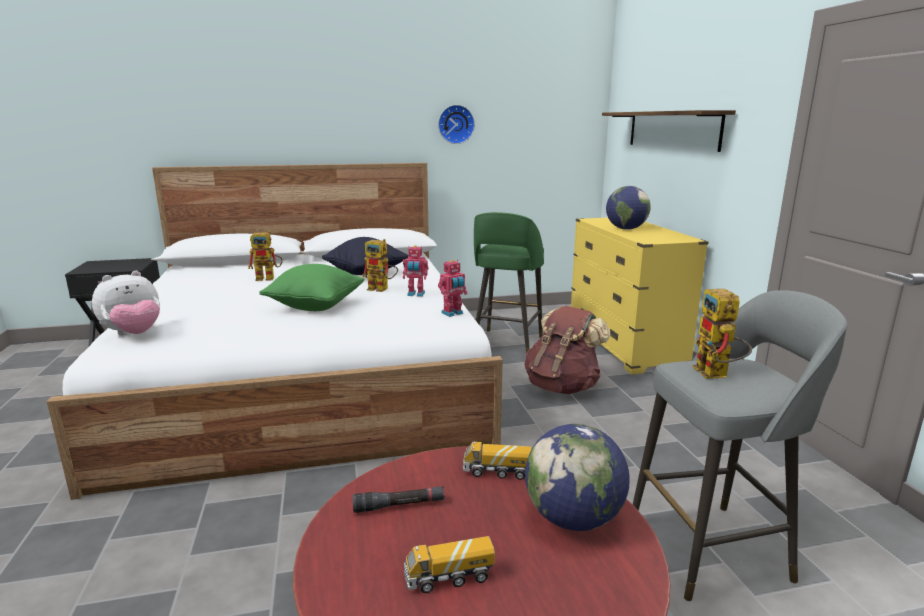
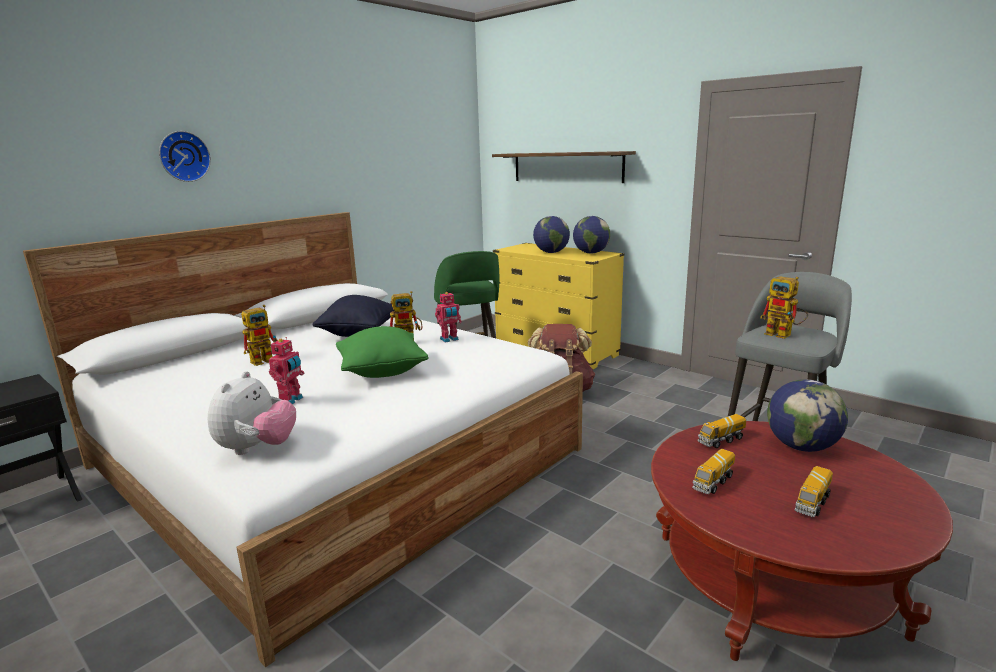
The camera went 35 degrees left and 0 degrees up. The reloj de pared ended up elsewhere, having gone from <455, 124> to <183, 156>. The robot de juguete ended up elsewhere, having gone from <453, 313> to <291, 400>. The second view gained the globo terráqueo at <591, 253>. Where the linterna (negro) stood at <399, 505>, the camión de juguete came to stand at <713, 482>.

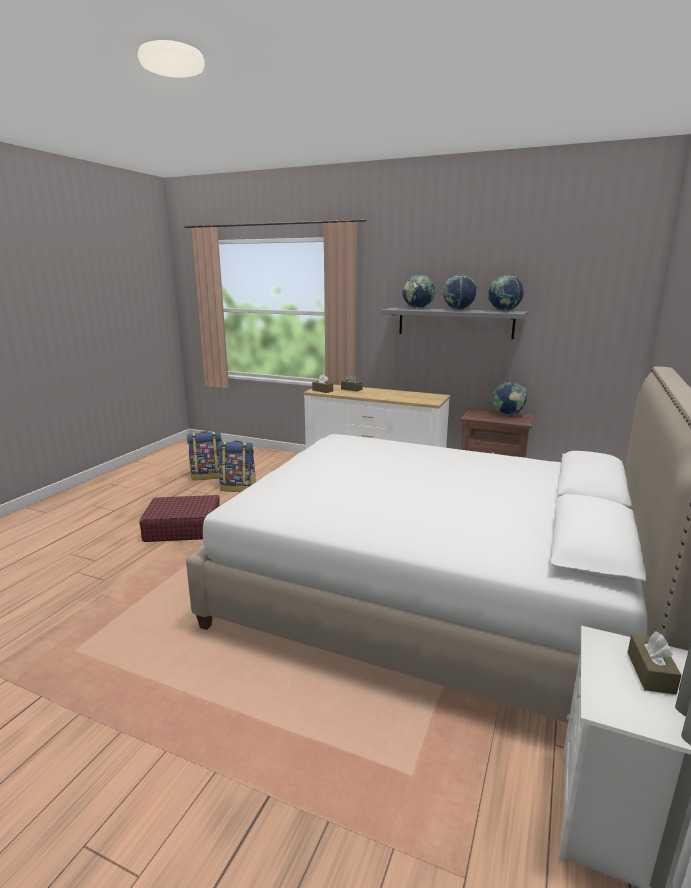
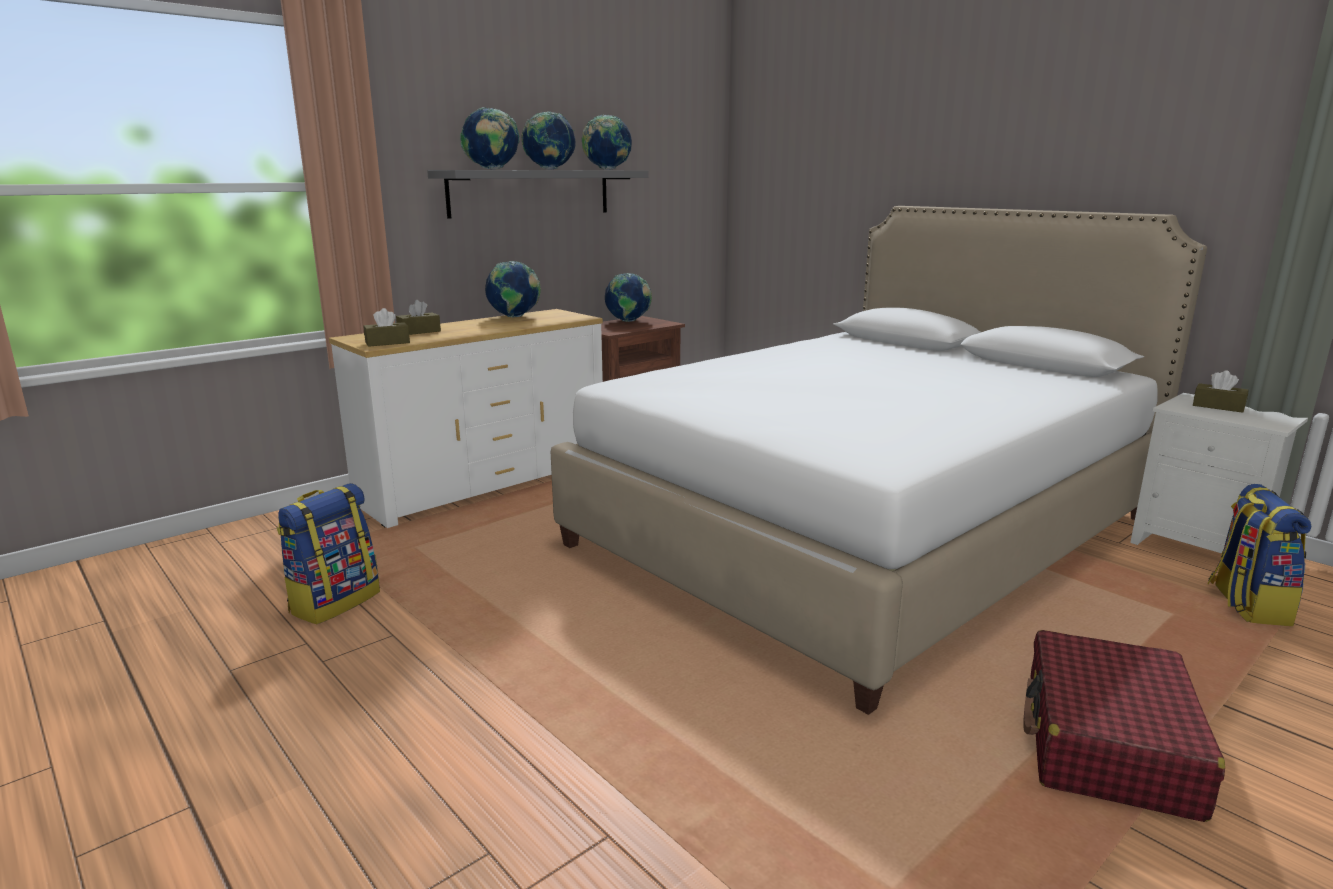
The camera went 65 degrees left and 0 degrees up. The second view gained the globo terráqueo at <514, 317>. The maleta (rojo) ended up elsewhere, having gone from <183, 528> to <1107, 744>. The mochila ended up elsewhere, having gone from <208, 476> to <1246, 605>.

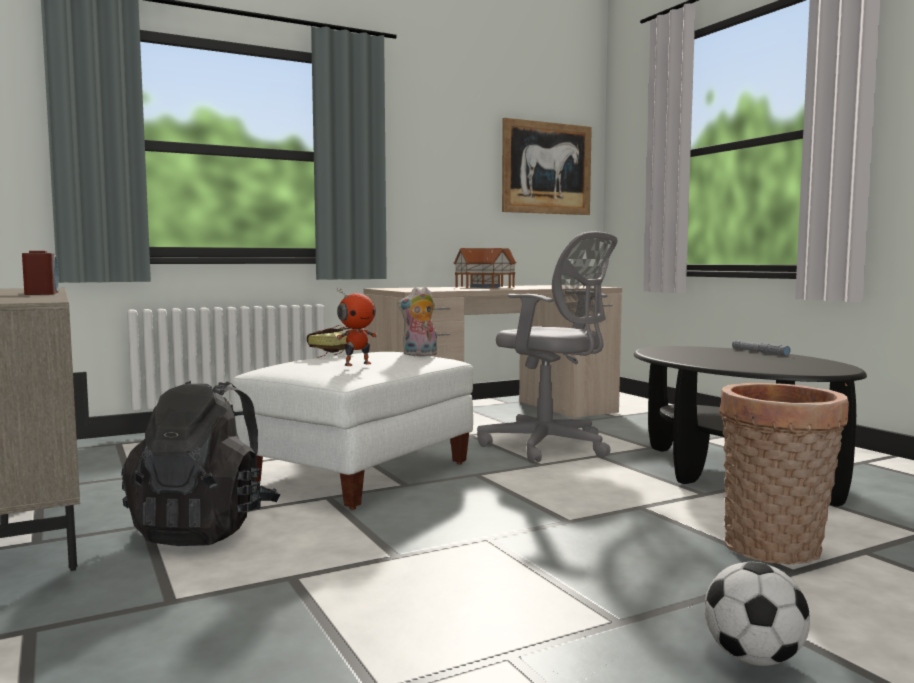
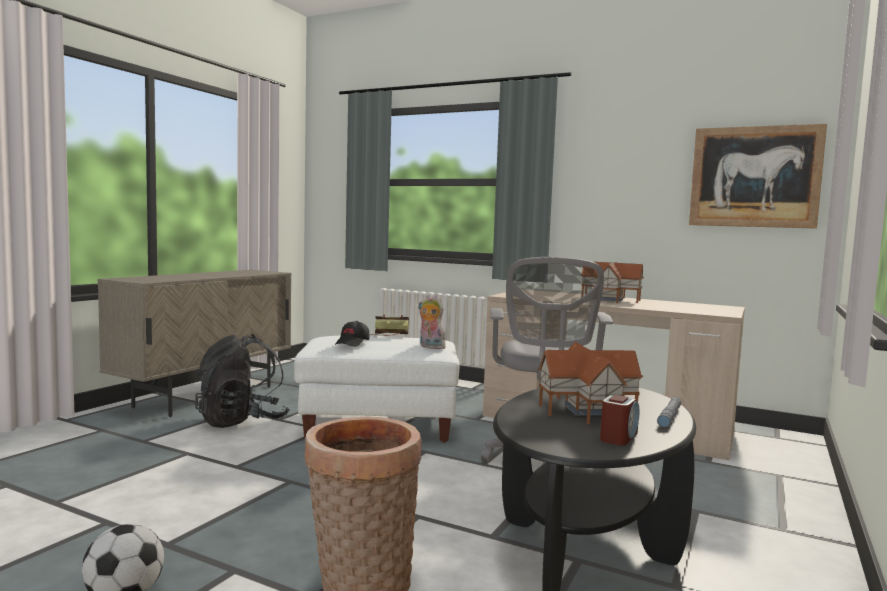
The camera went 55 degrees right and 0 degrees up. Where the robot de juguete stood at <357, 364>, the gorra (negro) came to stand at <352, 343>. The second view gained the casita at <585, 410>. The despertador ended up elsewhere, having gone from <42, 293> to <618, 437>.

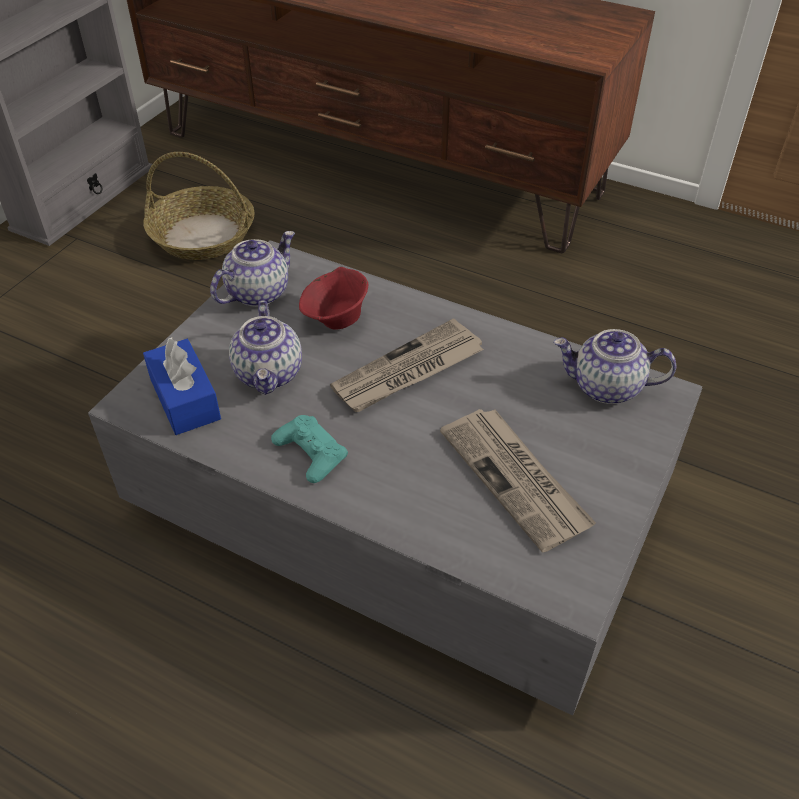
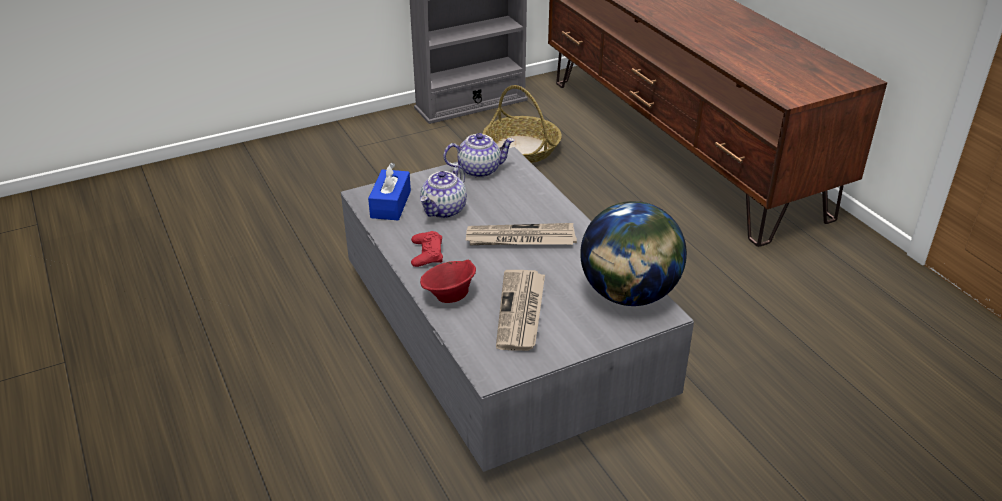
The camera went 35 degrees right and 10 degrees down. What was the mando de consola (turquesa) at <310, 453> turned into the mando de consola (rojo) at <427, 253>. The cuenco (rojo) ended up elsewhere, having gone from <336, 320> to <448, 296>. Where the tetera stood at <606, 387>, the globo terráqueo came to stand at <628, 294>.

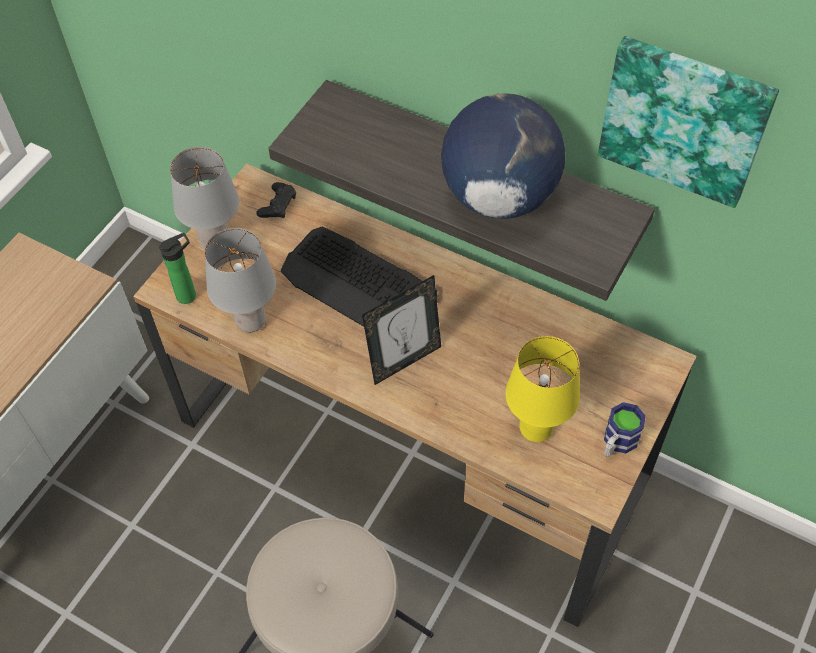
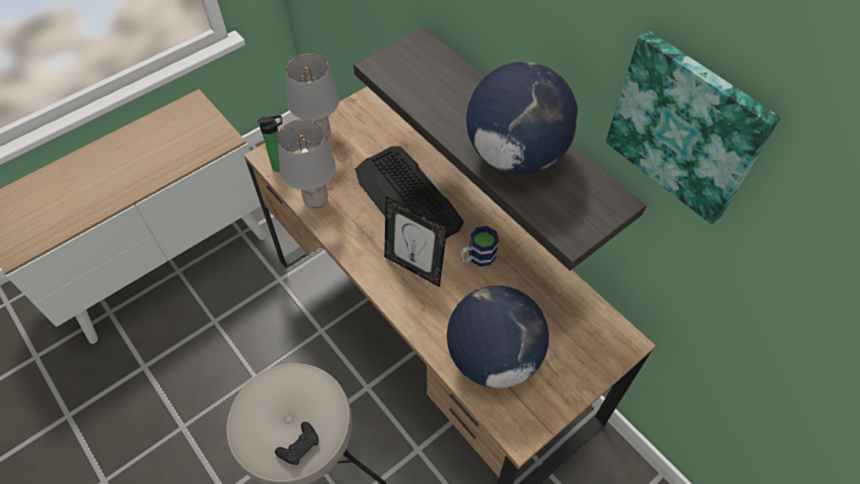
The camera went 20 degrees right and 0 degrees up. The mando de consola (negro) ended up elsewhere, having gone from <278, 205> to <299, 446>. The portarretratos at <404, 361> ended up facing another way, 45 degrees clockwise from before. Where the lámpara de mesa (amarillo) stood at <535, 428>, the globo terráqueo came to stand at <493, 357>. The taza grande ended up elsewhere, having gone from <617, 443> to <477, 257>.

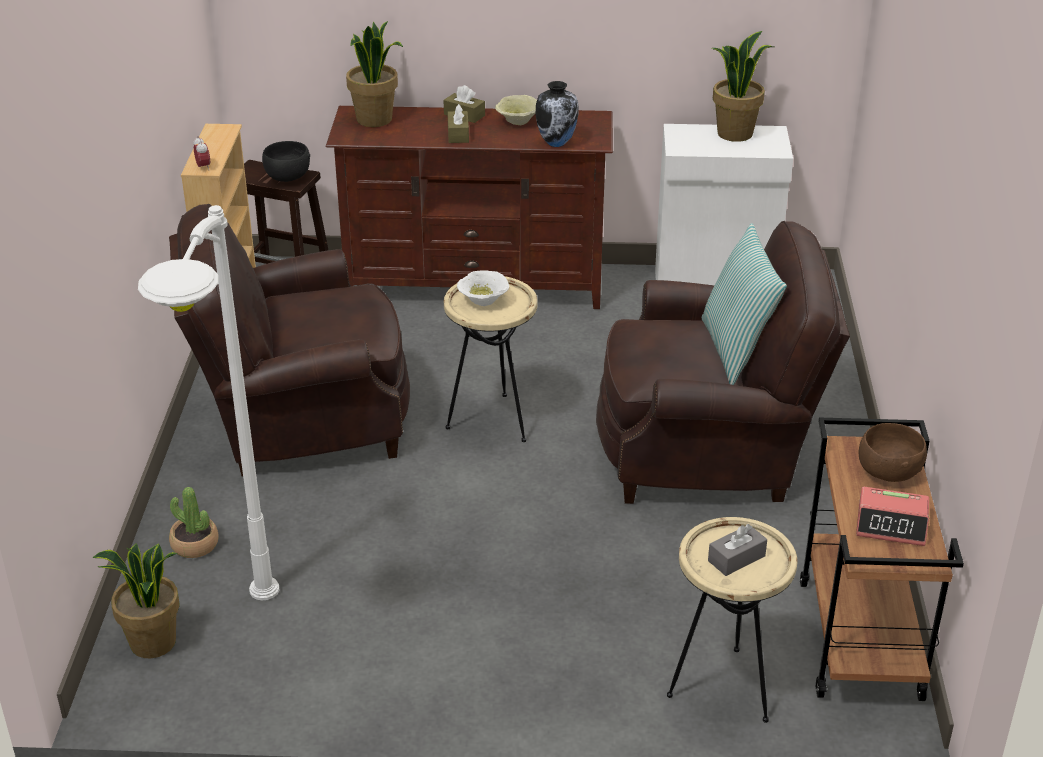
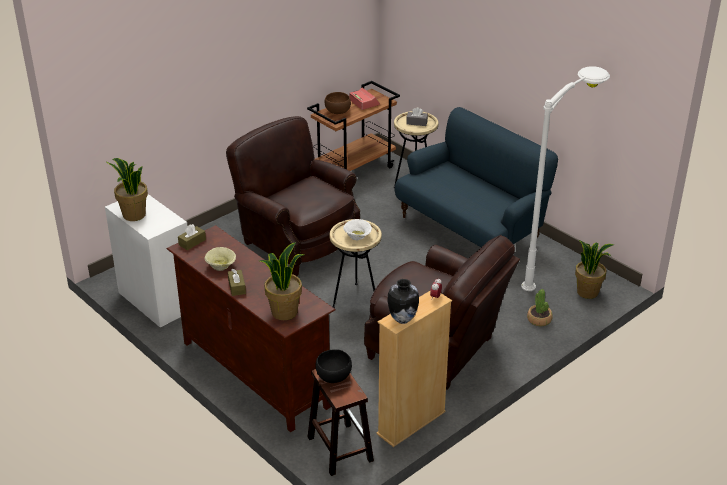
The camera went 135 degrees left and 0 degrees up. The caja de pañuelos (marrón) ended up elsewhere, having gone from <458, 134> to <192, 242>. The florero ended up elsewhere, having gone from <557, 143> to <402, 319>. The second view gained the sofá (azul) at <470, 229>. The second view lost the cojín at <737, 350>.

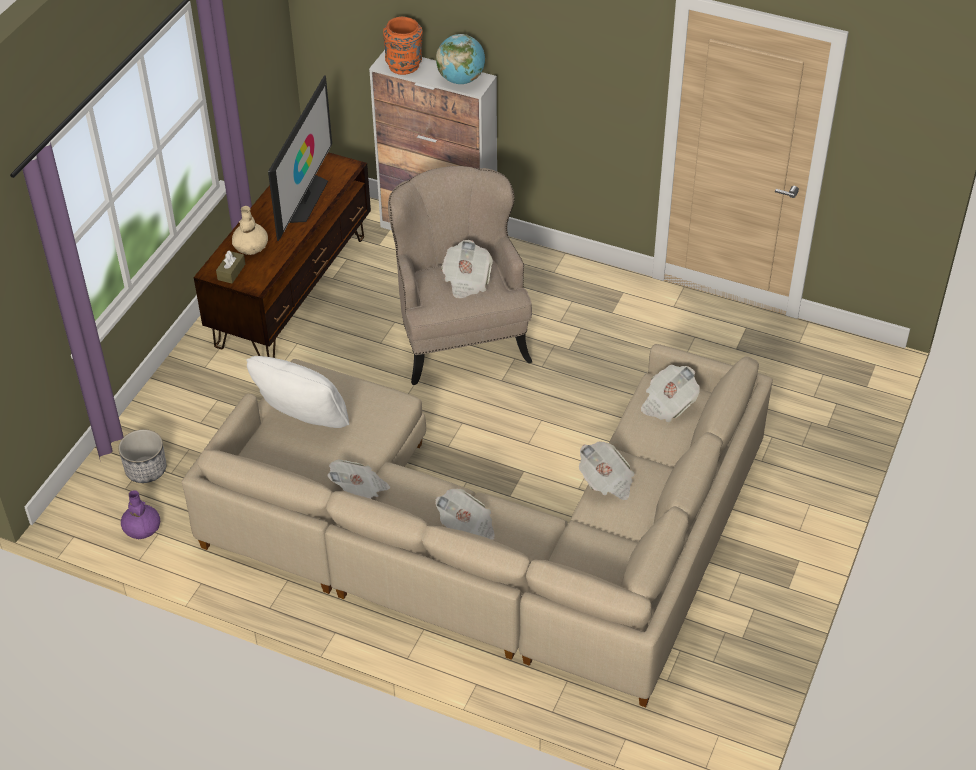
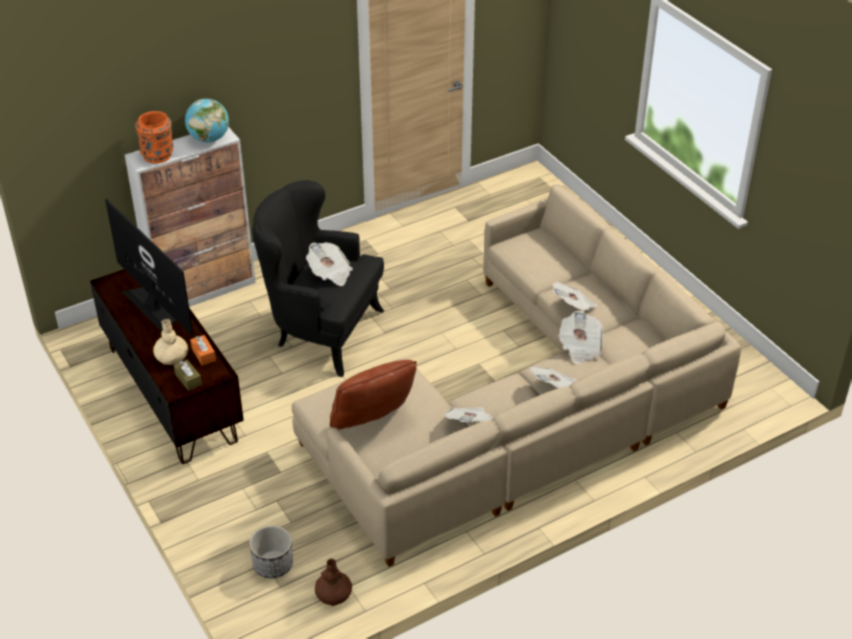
The camera went 55 degrees left and 5 degrees down. The second view gained the caja de pañuelos (naranja) at <203, 354>. What was the sillón (beis) at <460, 337> turned into the sillón (negro) at <321, 332>. What was the florero (morado) at <142, 528> turned into the florero (marrón) at <333, 594>. What was the cojín (blanco) at <302, 423> turned into the cojín (marrón) at <373, 423>. The periódico ended up elsewhere, having gone from <667, 404> to <580, 347>.

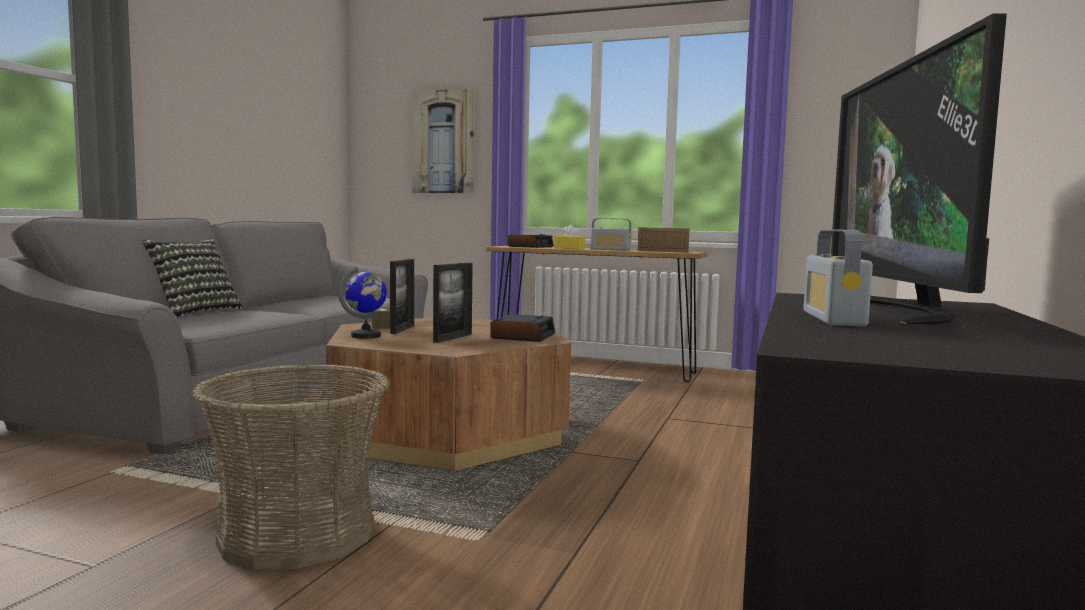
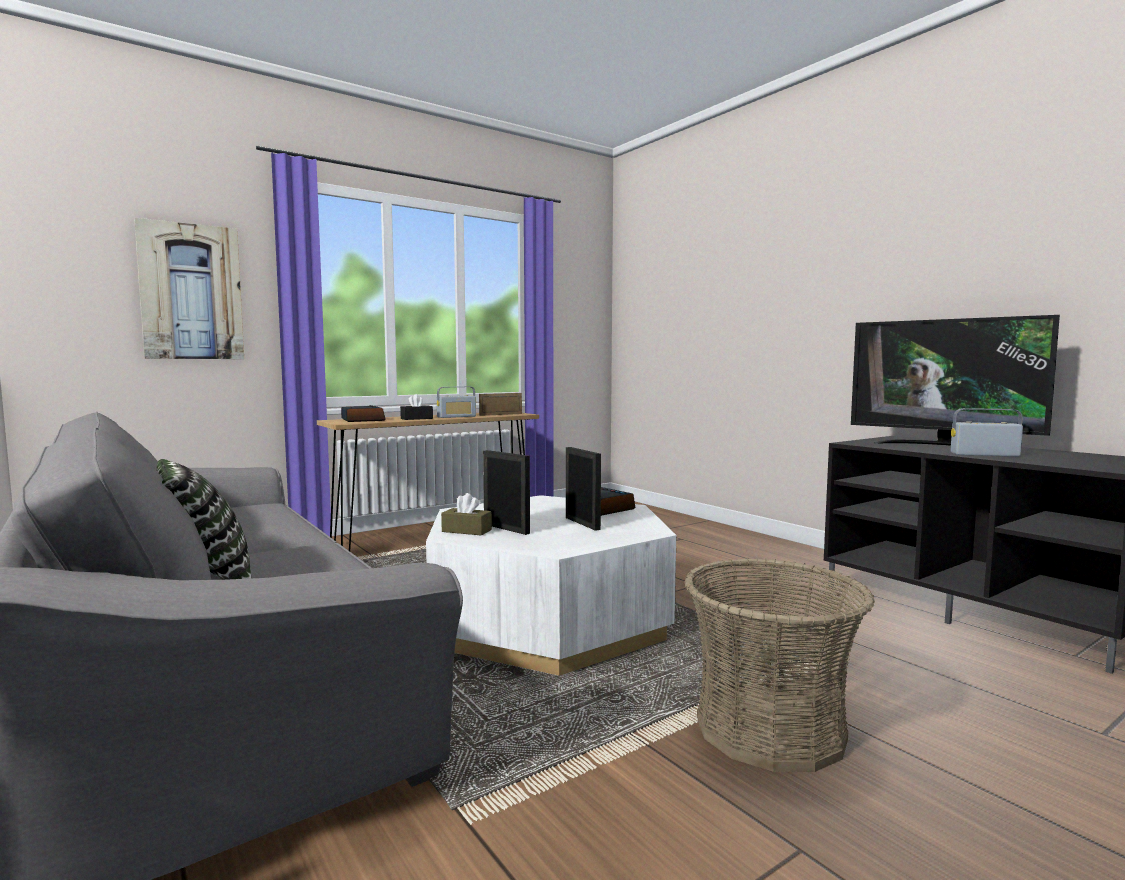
The camera went 55 degrees left and 0 degrees up. What was the caja de pañuelos (amarillo) at <569, 248> turned into the caja de pañuelos (negro) at <416, 418>. What was the mesa de centro (marrón) at <448, 431> turned into the mesa de centro (blanco) at <548, 620>. The radio at <833, 318> ended up facing another way, 150 degrees clockwise from before. The second view lost the globo terráqueo at <366, 336>.

